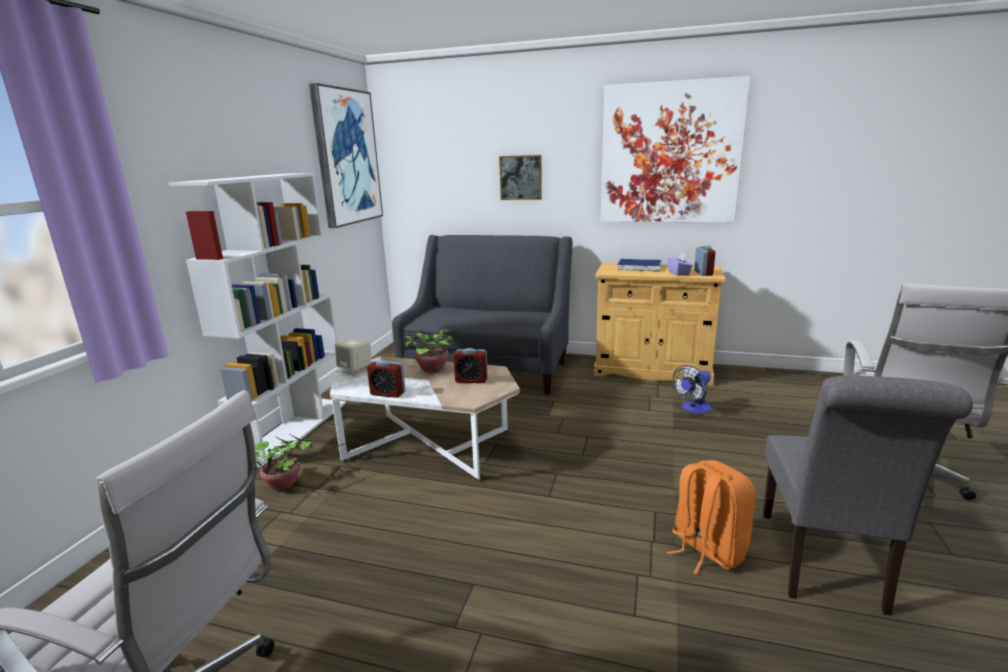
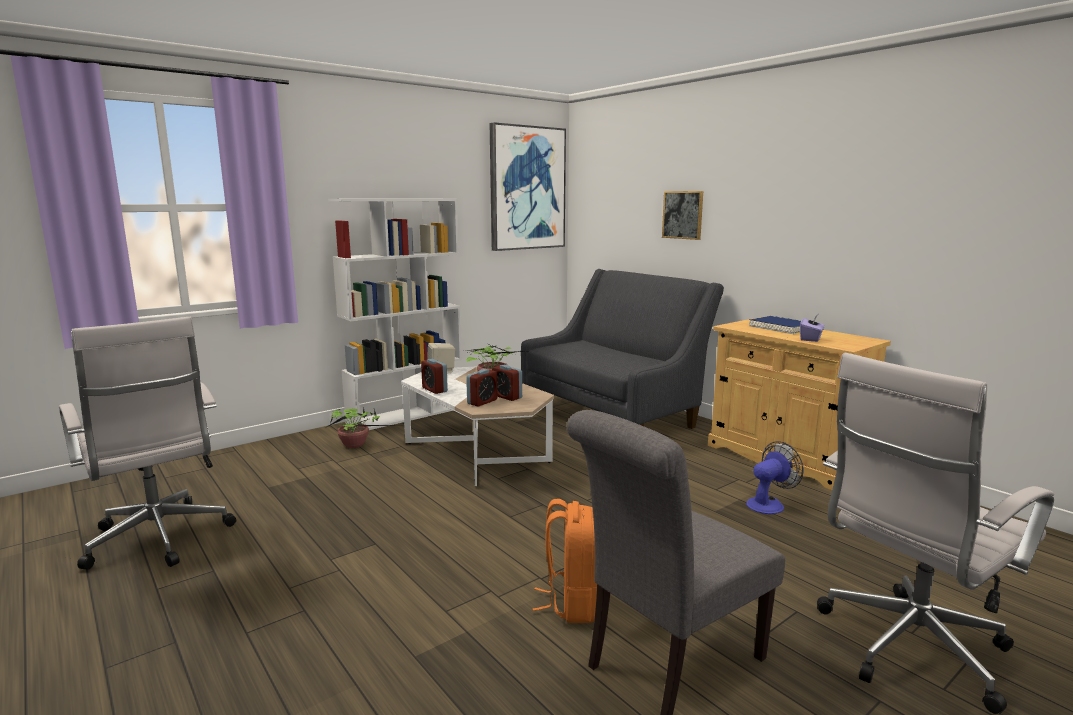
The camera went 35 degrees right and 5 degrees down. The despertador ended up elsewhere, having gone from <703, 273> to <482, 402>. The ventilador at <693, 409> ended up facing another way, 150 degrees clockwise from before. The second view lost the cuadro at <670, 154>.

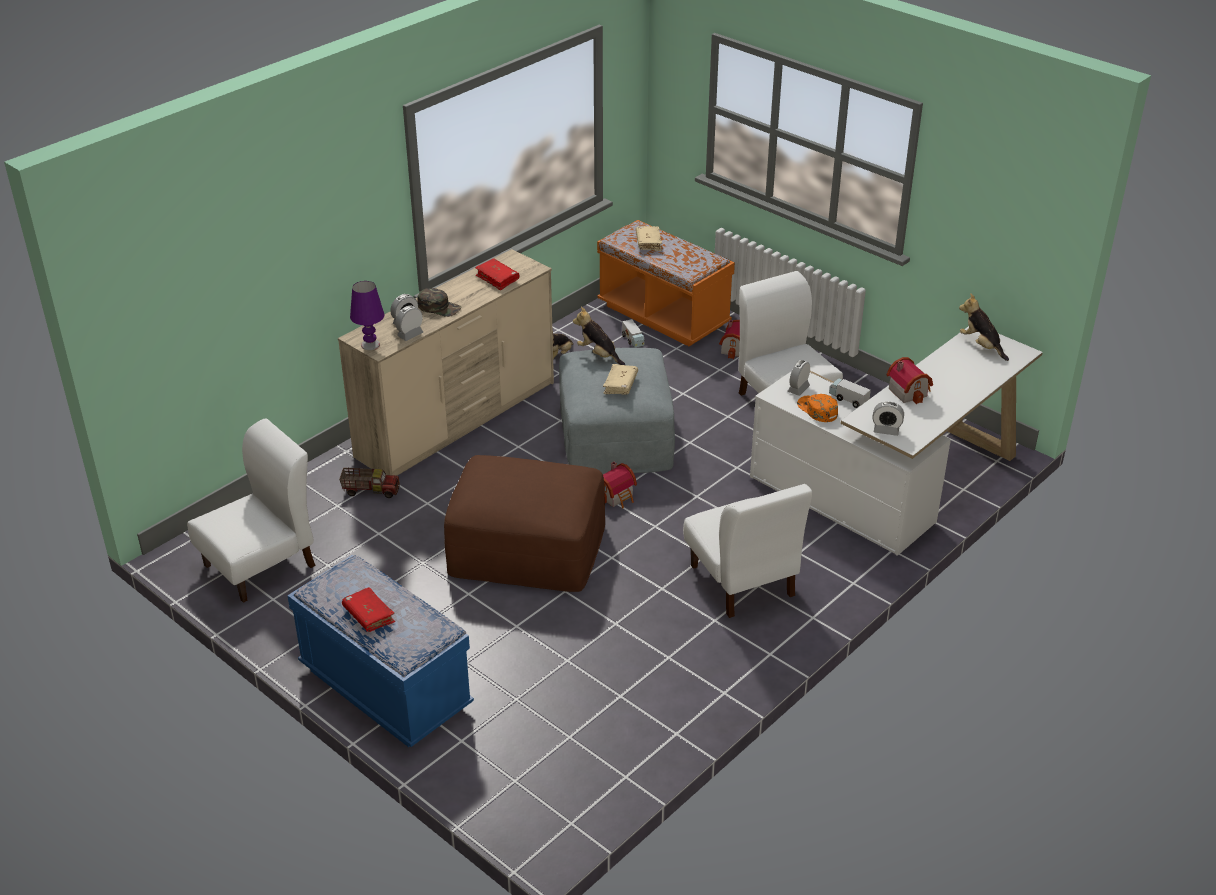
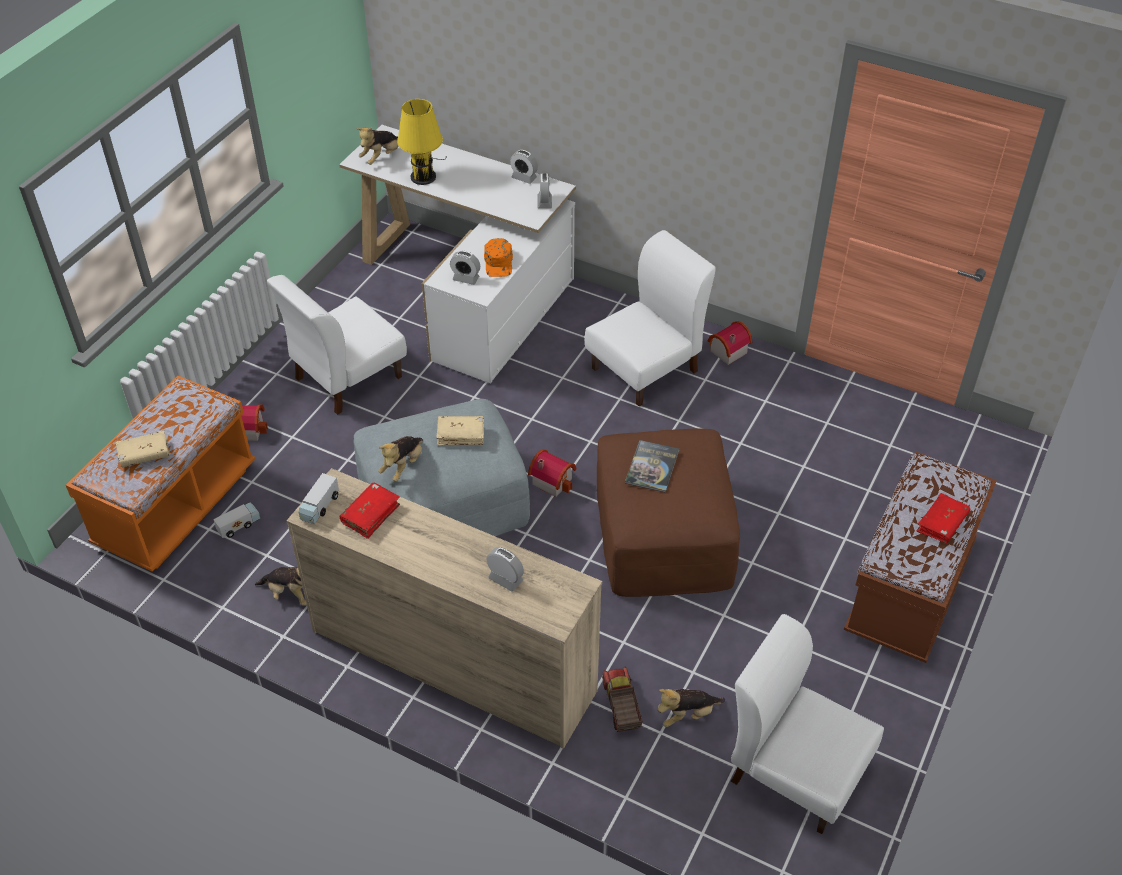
The camera went 105 degrees left and 10 degrees up. The camión de juguete ended up elsewhere, having gone from <848, 399> to <319, 506>. The second view gained the lámpara de mesa (amarillo) at <423, 175>. The gorra (naranja) at <817, 410> ended up facing another way, 45 degrees counterclockwise from before. The despertador ended up elsewhere, having gone from <410, 334> to <524, 178>. The second view gained the libro at <652, 467>. The second view gained the peluche at <687, 714>. The casita ended up elsewhere, having gone from <909, 391> to <726, 351>. What was the banco (azul) at <385, 688> turned into the banco (marrón) at <909, 589>. The second view lost the lámpara de mesa (morado) at <370, 345>. The second view lost the gorra (verde) at <439, 307>.

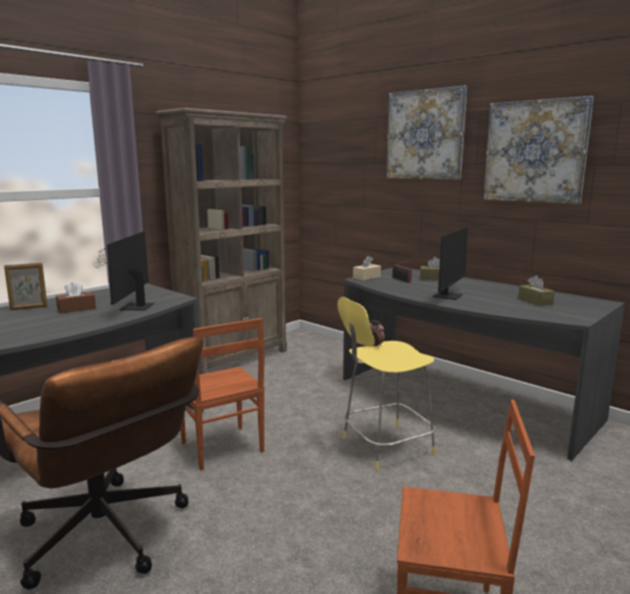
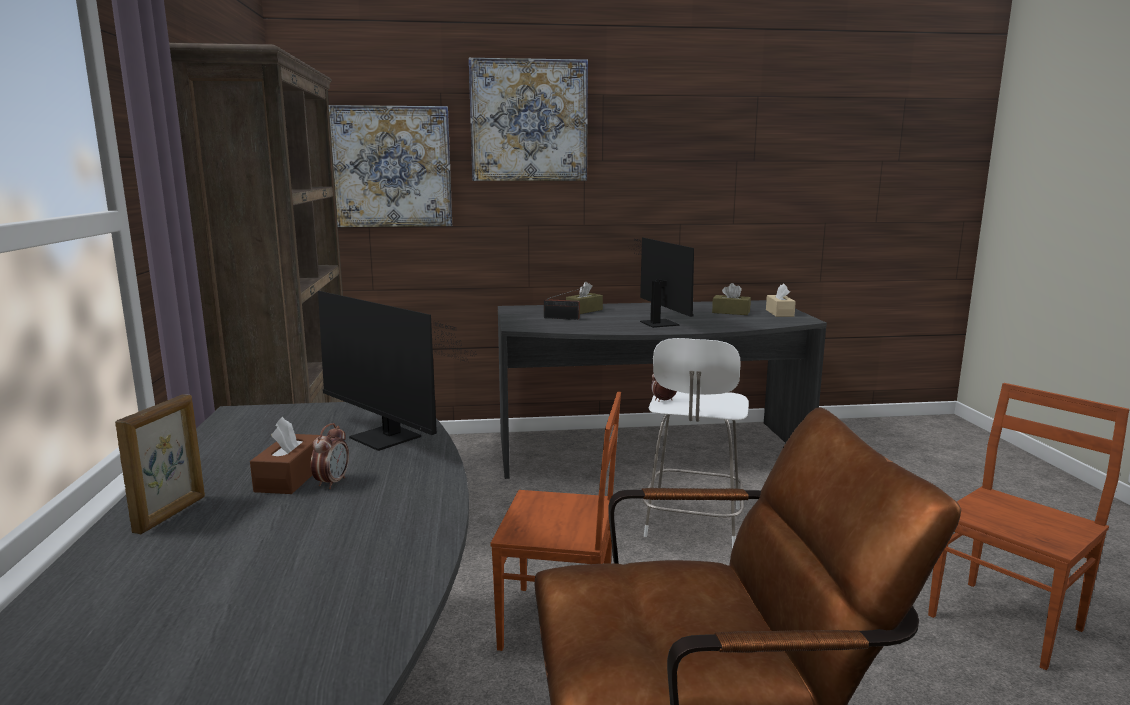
The camera went 50 degrees left and 0 degrees up. The second view gained the despertador at <332, 482>. The cuadro ended up elsewhere, having gone from <535, 151> to <391, 167>. What was the taburete (amarillo) at <384, 447> turned into the taburete (blanco) at <692, 524>. The caja de pañuelos (beis) ended up elsewhere, having gone from <366, 277> to <779, 313>.

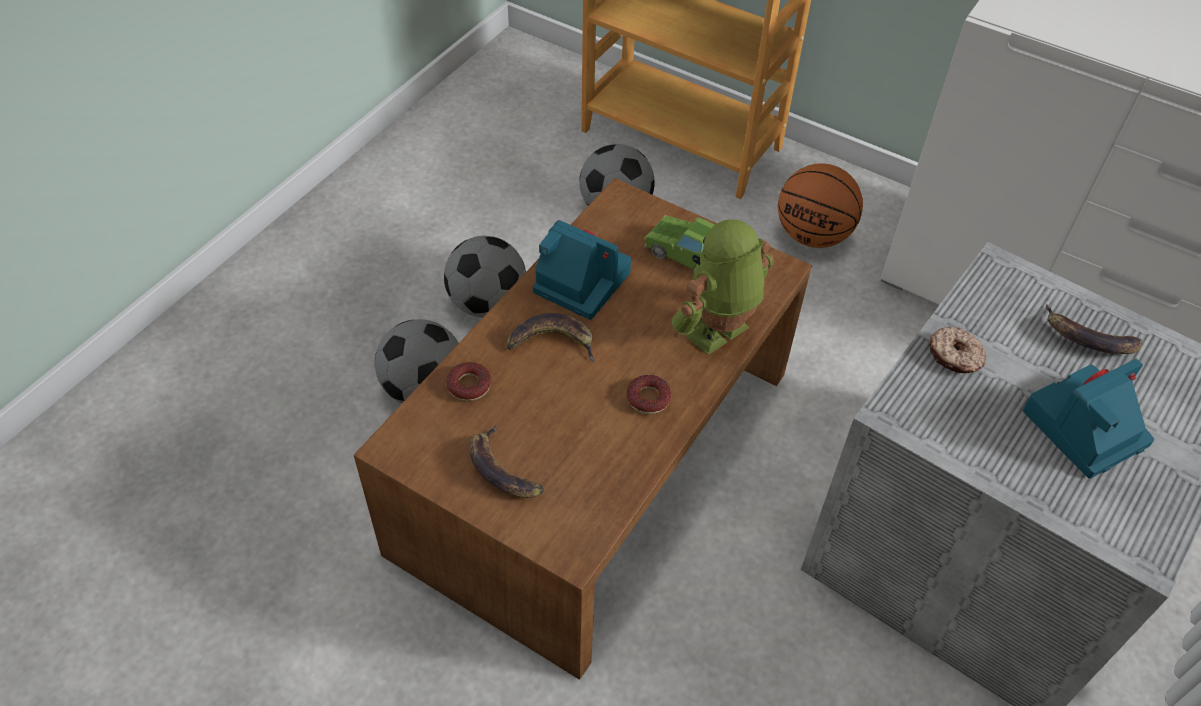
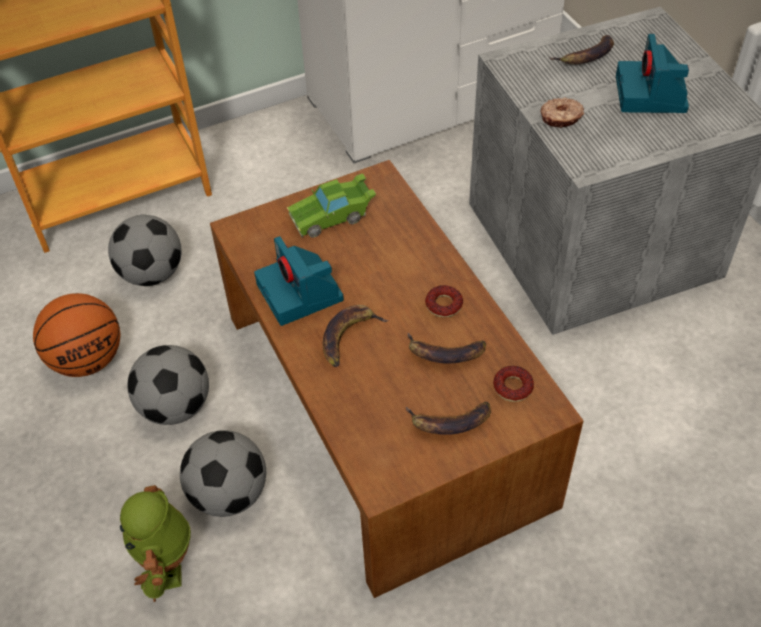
The camera went 55 degrees left and 0 degrees up. The balón de baloncesto ended up elsewhere, having gone from <812, 235> to <87, 359>. The robot de juguete ended up elsewhere, having gone from <717, 332> to <168, 565>. The cámara at <579, 282> ended up facing another way, 90 degrees counterclockwise from before. The second view gained the plátano at <444, 353>. The rosquilla ended up elsewhere, having gone from <469, 385> to <512, 387>.

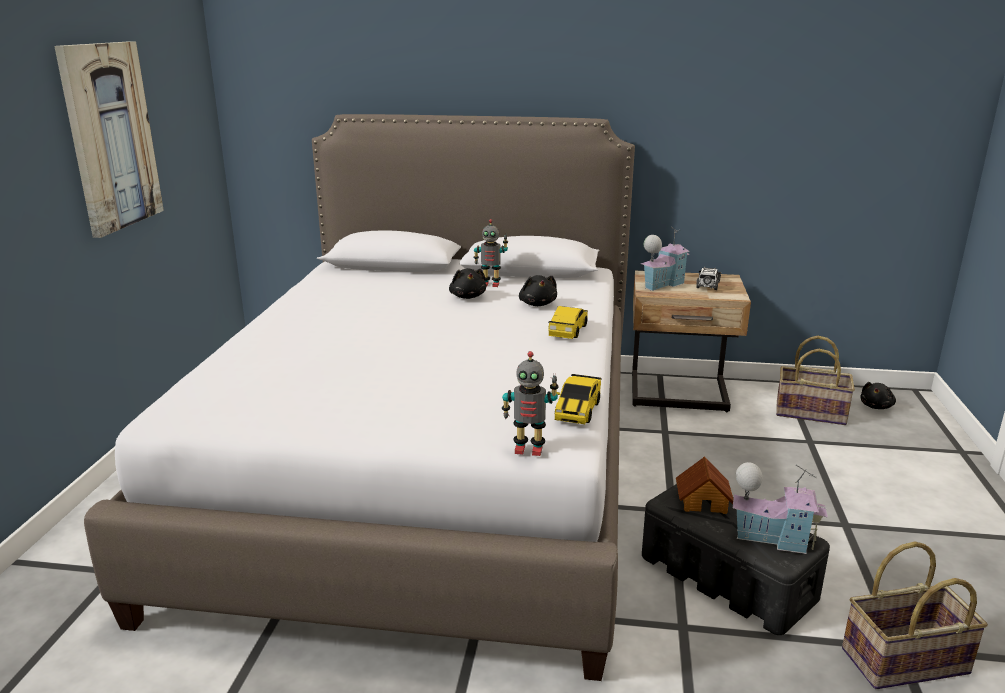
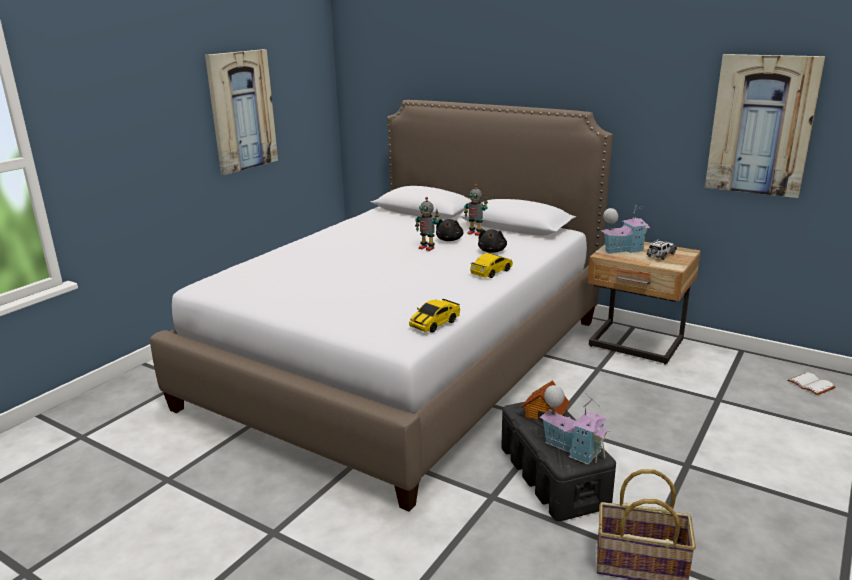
The camera went 25 degrees right and 0 degrees up. The robot de juguete ended up elsewhere, having gone from <528, 449> to <427, 248>. The second view gained the cuadro at <761, 125>. Where the peluche (negro) stood at <876, 406>, the libro (blanco) came to stand at <812, 385>. The second view lost the cesta at <810, 412>.

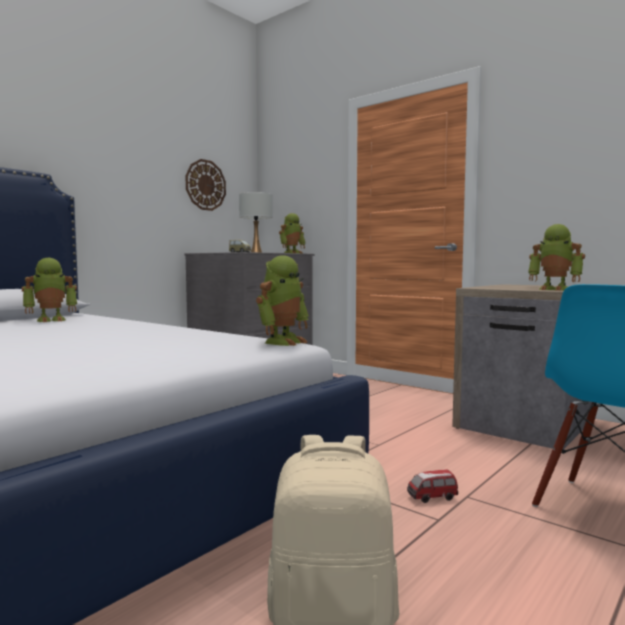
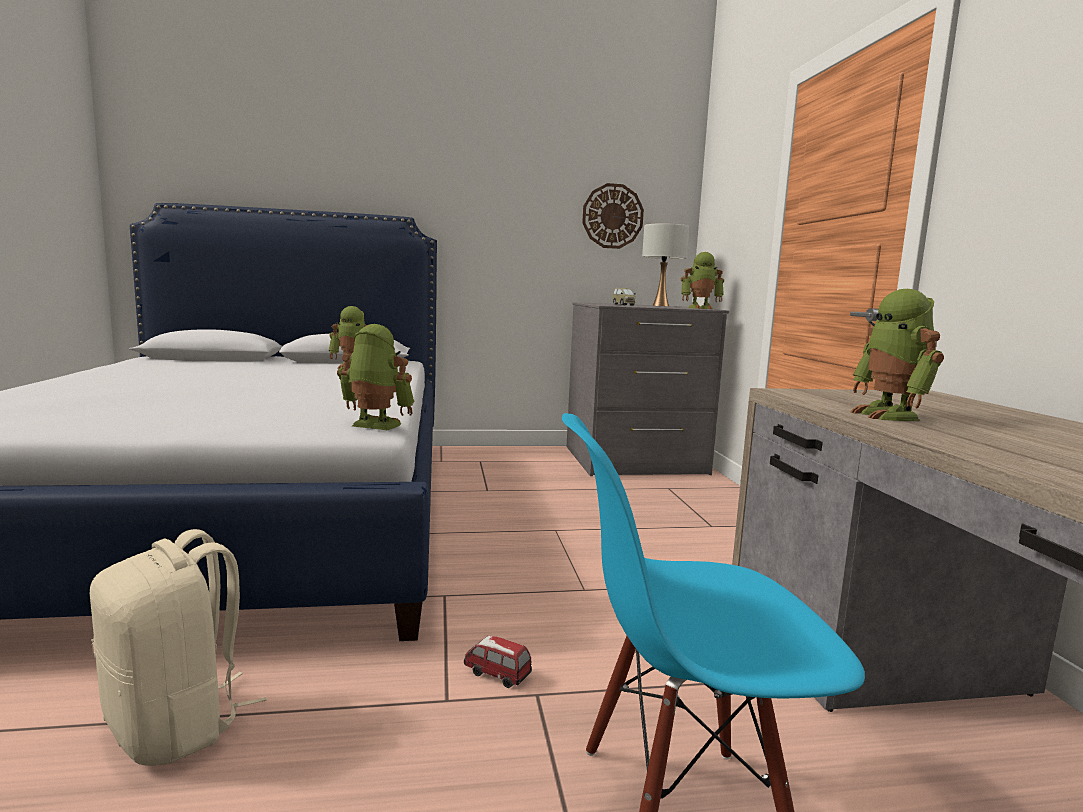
The camera went 40 degrees right and 5 degrees up. The robot de juguete at <282, 342> ended up facing another way, 150 degrees counterclockwise from before.

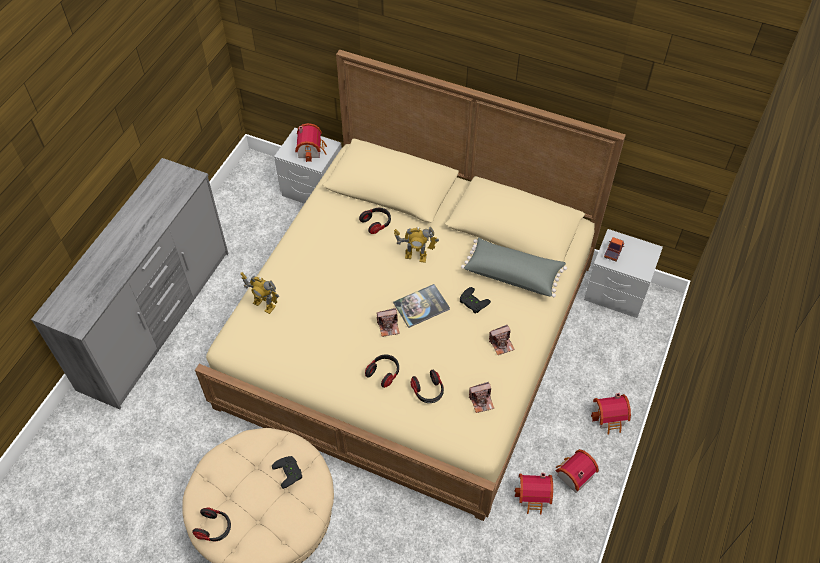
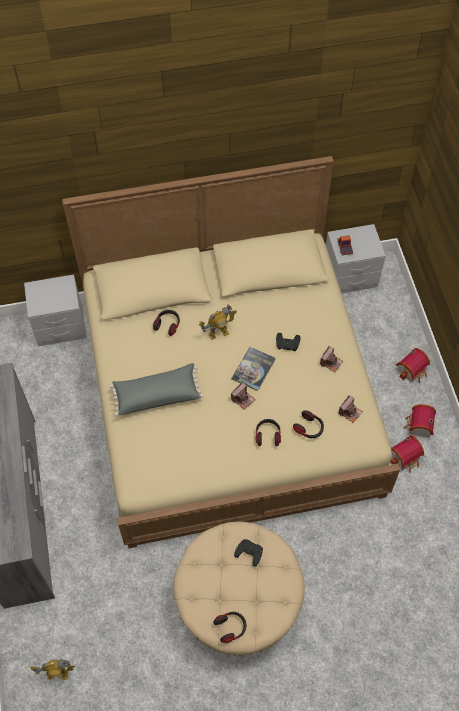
The camera went 35 degrees left and 5 degrees up. The robot de juguete ended up elsewhere, having gone from <264, 305> to <58, 674>. The cojín (gris) ended up elsewhere, having gone from <513, 273> to <157, 394>. The second view lost the casita at <311, 149>.

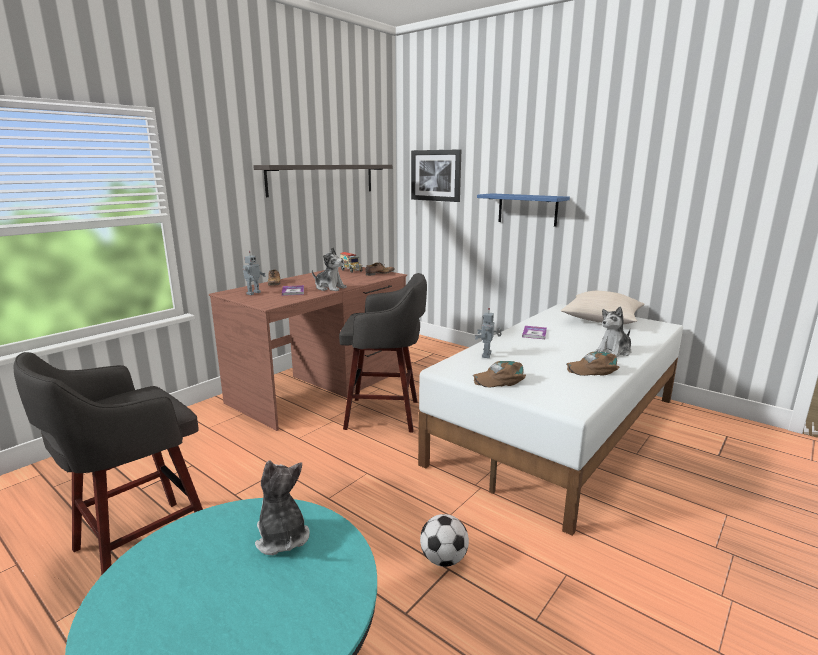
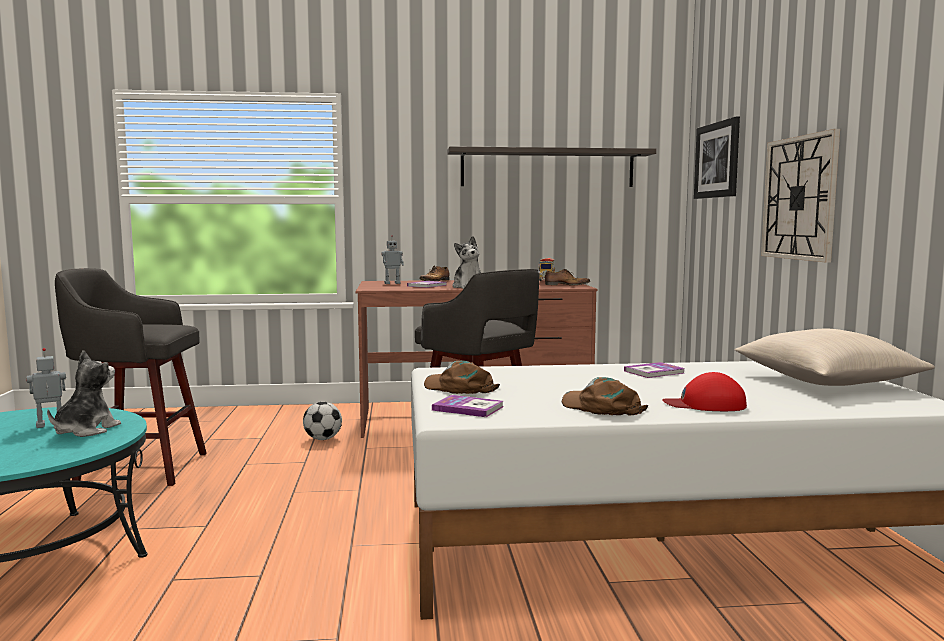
The camera went 45 degrees right and 10 degrees down. The robot de juguete ended up elsewhere, having gone from <487, 355> to <50, 425>. The balón de fútbol ended up elsewhere, having gone from <443, 559> to <323, 439>. The second view gained the libro at <468, 408>. Where the peluche stood at <614, 351>, the gorra (rojo) came to stand at <705, 404>. Where the estante (azul) hung at <527, 209>, the reloj de pared came to hang at <799, 198>.

